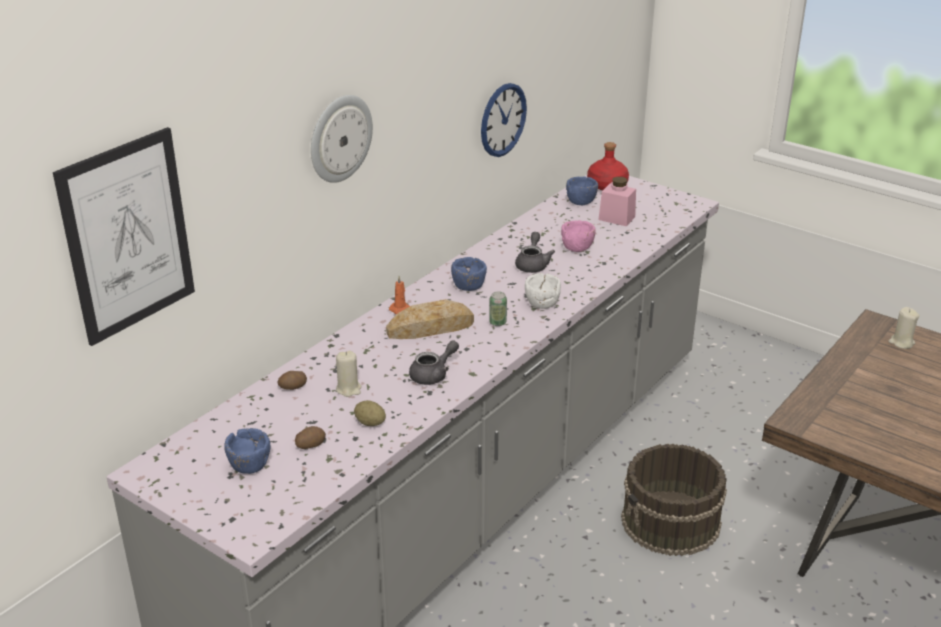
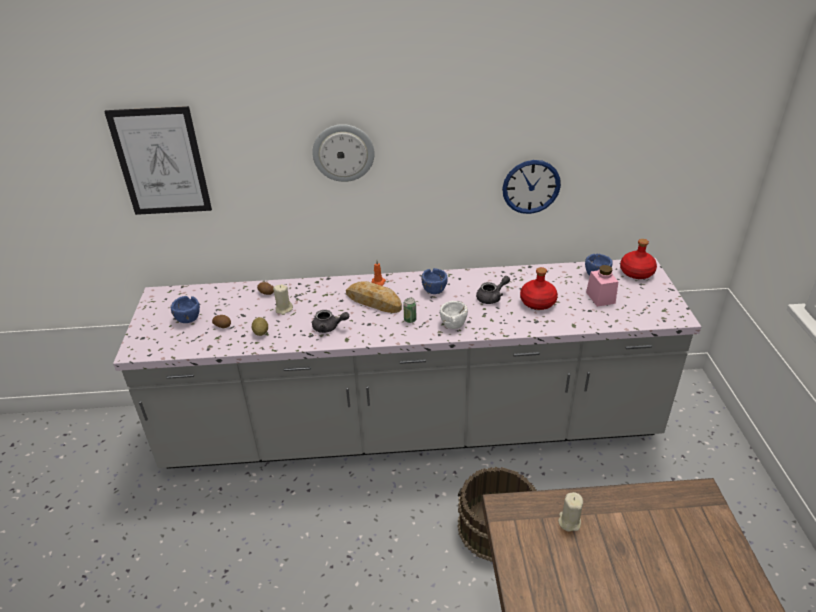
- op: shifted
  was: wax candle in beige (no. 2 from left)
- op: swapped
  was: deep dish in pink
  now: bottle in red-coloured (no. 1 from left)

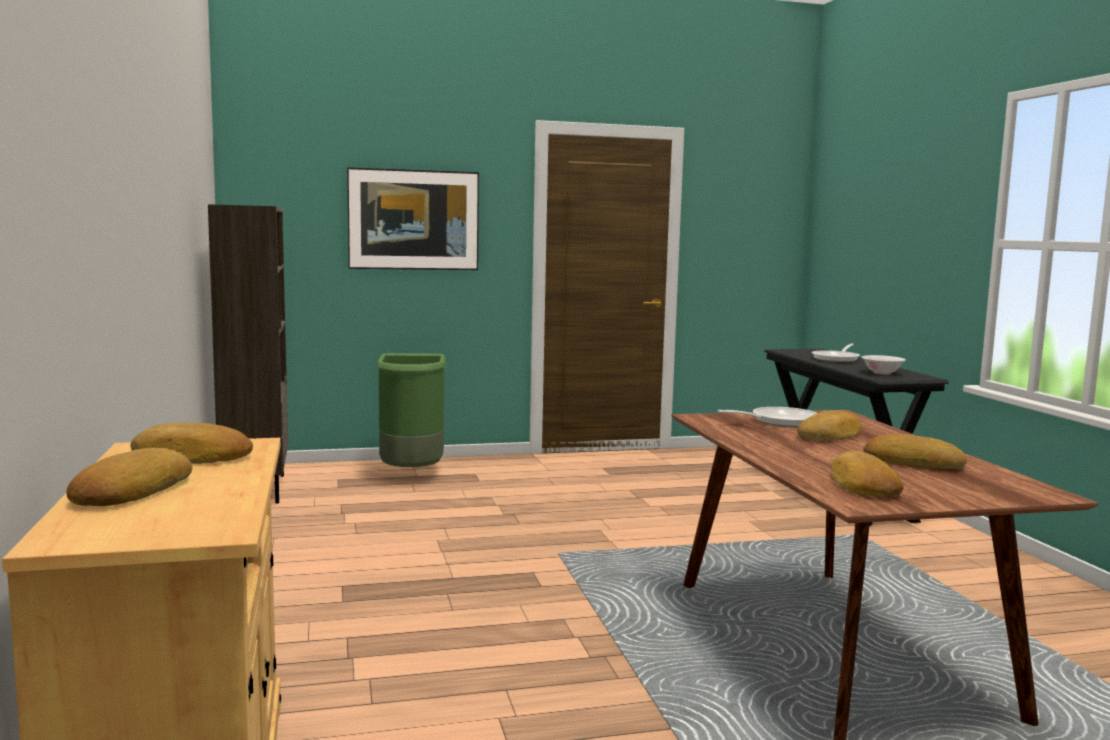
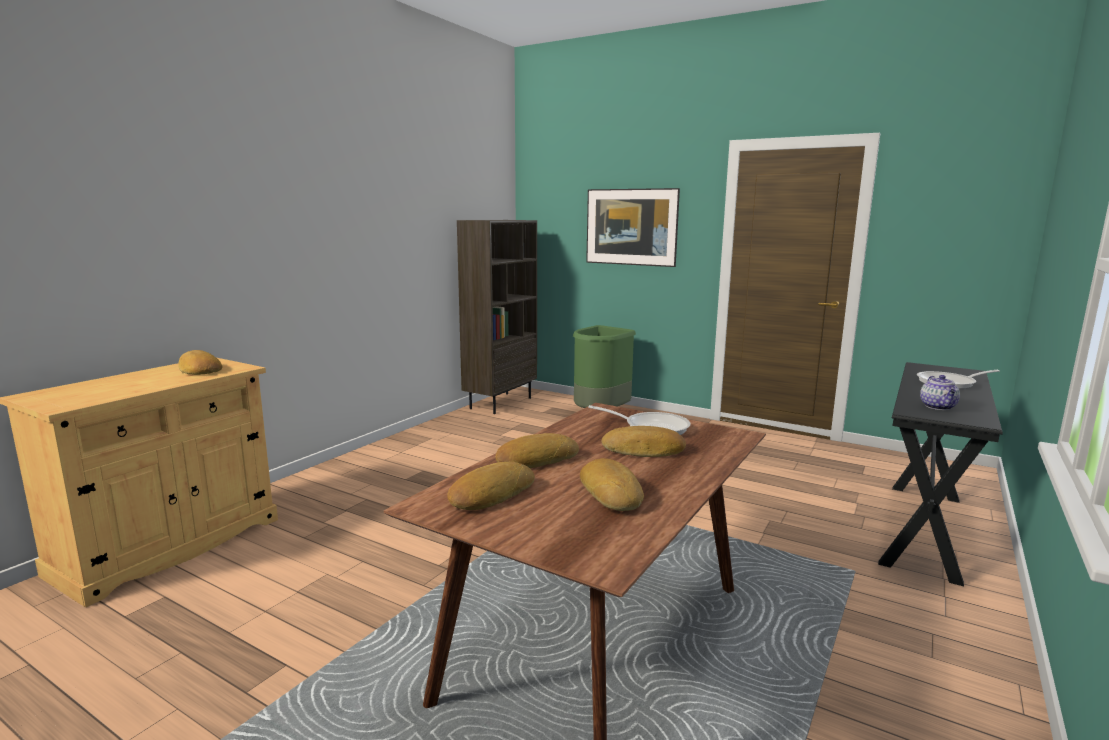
- op: shifted
  was: bread (no. 1 from left in the first image)
  now: bread (no. 3 from left)
- op: swapped
  was: deep dish in white
  now: teapot

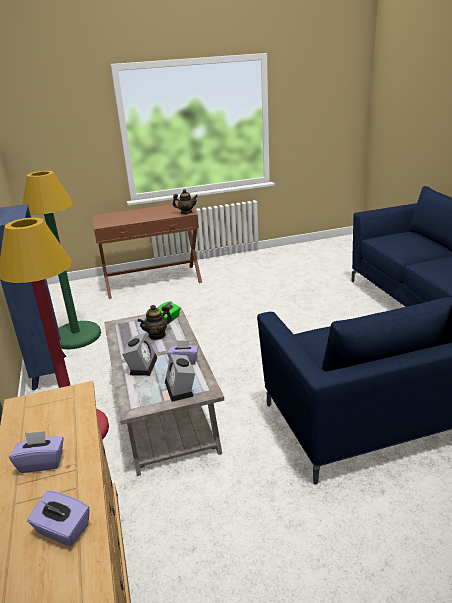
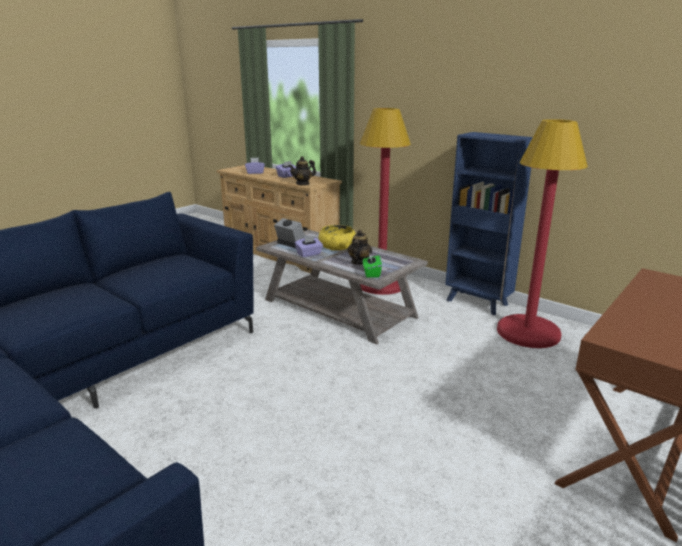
- op: shifted
  was: teapot (no. 2 from left in the first image)
  now: teapot (no. 1 from left)
- op: swapped
  was: bedside clock (no. 1 from left)
  now: deep dish in yellow-coloured
- op: repainted
  was: standard lamp in greenish
  now: standard lamp in red-coloured (no. 2 from left)

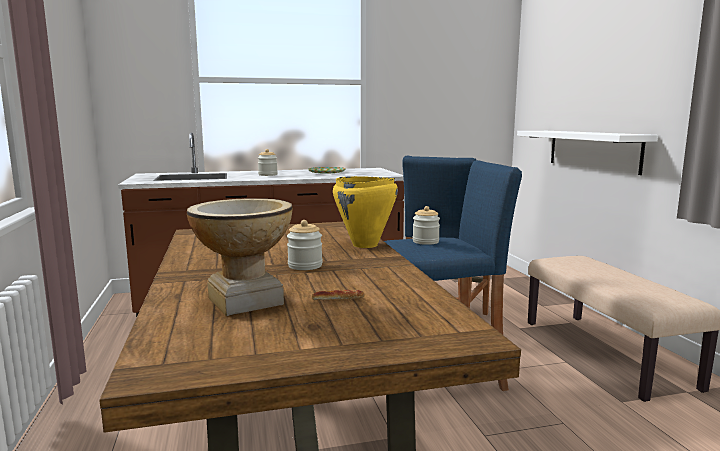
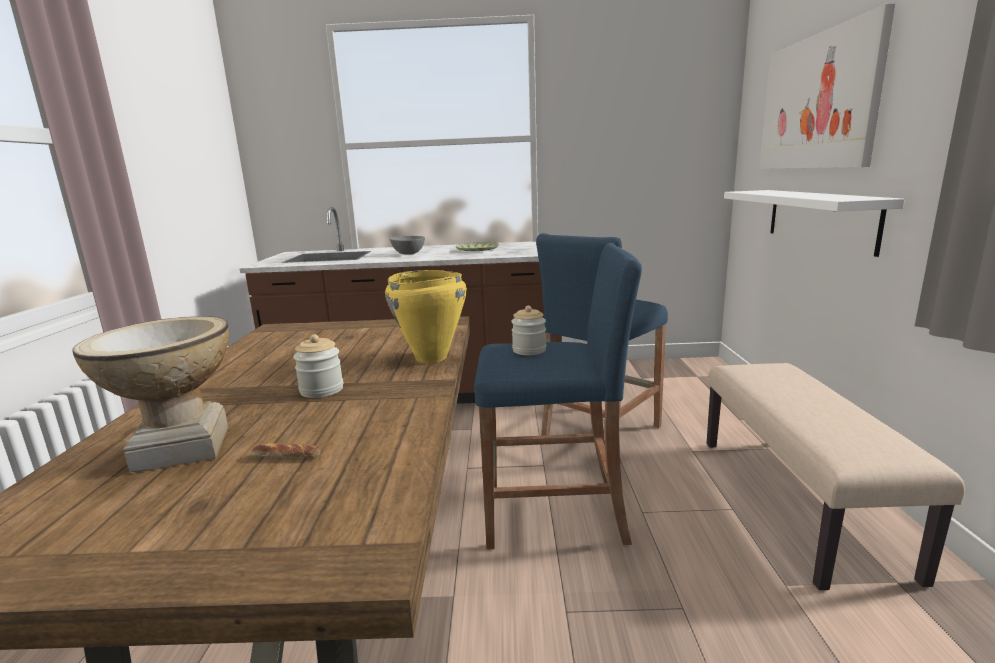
- op: new
  now: wall art
- op: swapped
  was: preserve jar (no. 1 from left)
  now: deep dish in grey

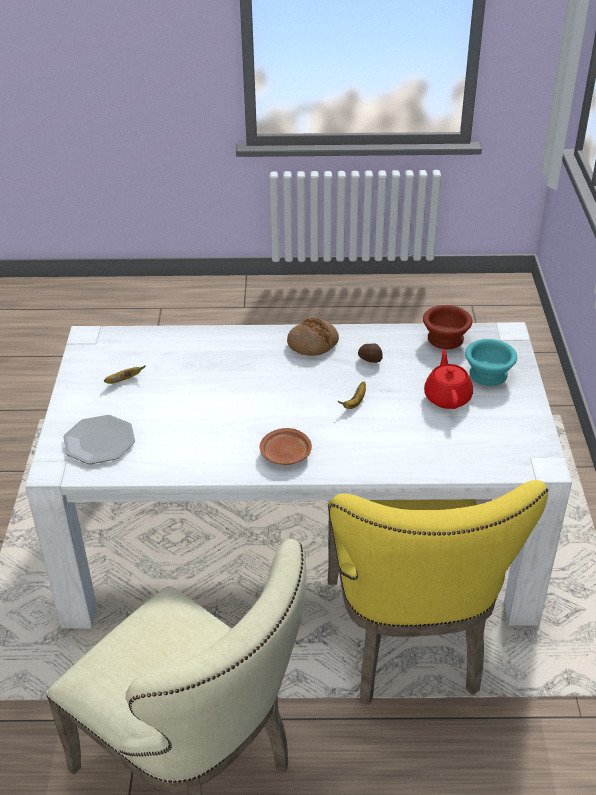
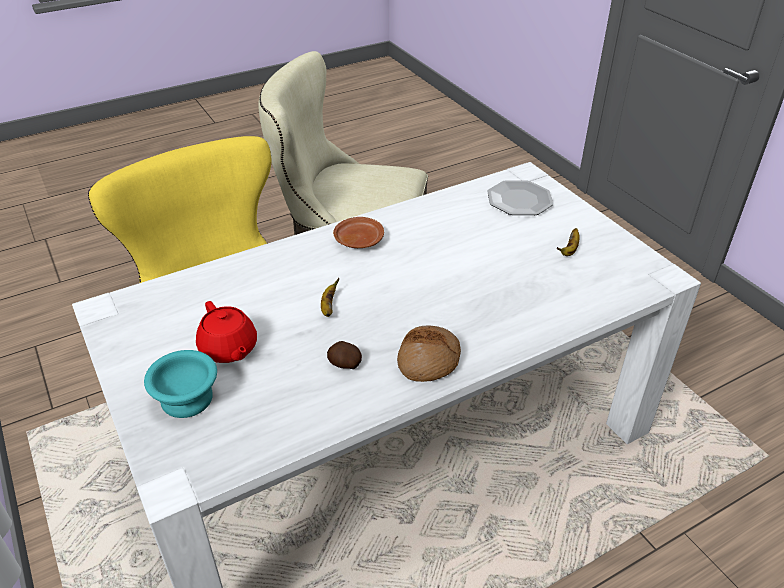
- op: gone
  was: deep dish in brown

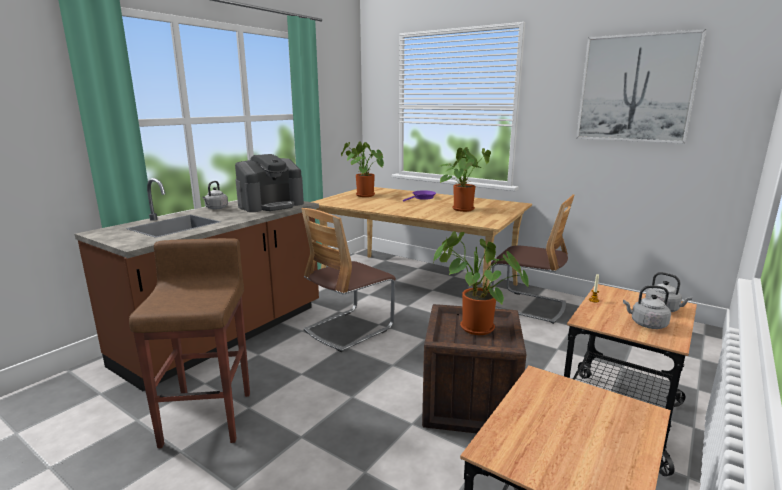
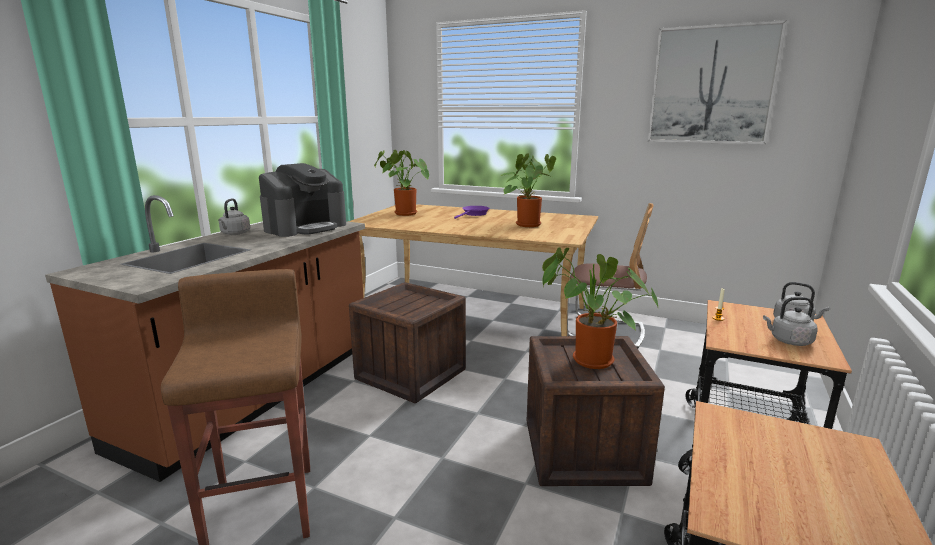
- op: swapped
  was: upright chair (no. 1 from left)
  now: crate (no. 1 from left)

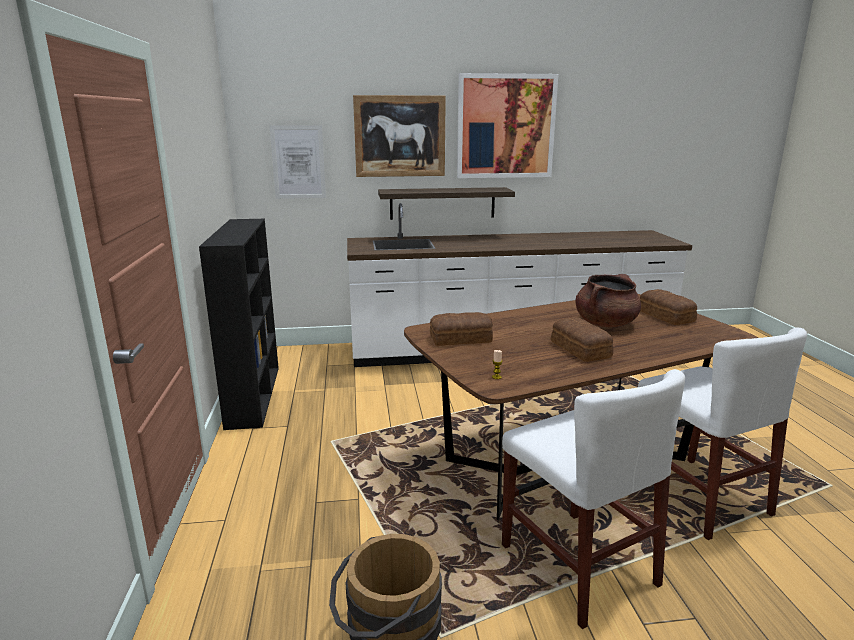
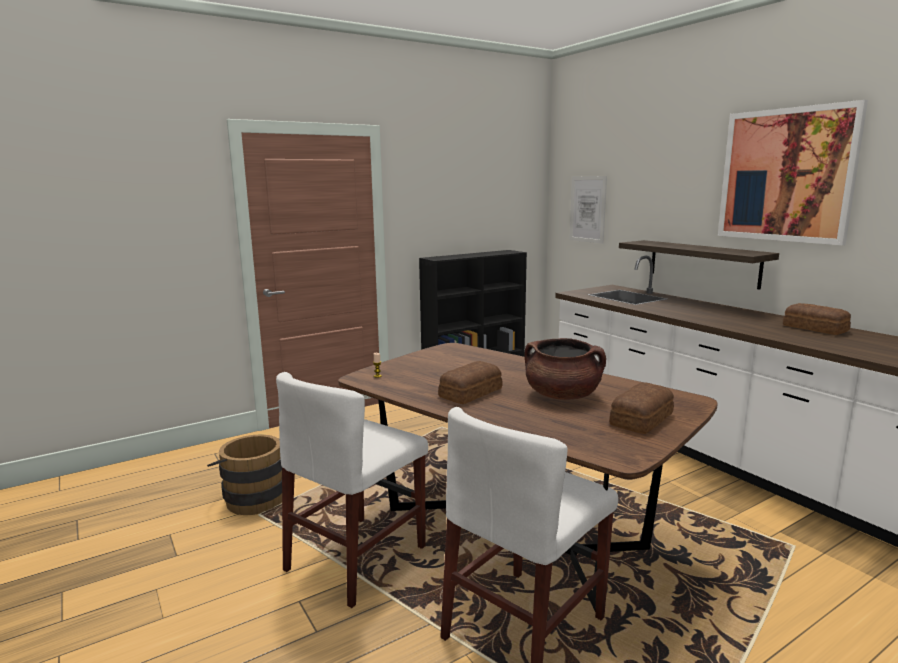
- op: gone
  was: wall art (no. 2 from left)
- op: shifted
  was: bread (no. 1 from left in the first image)
  now: bread (no. 3 from left)

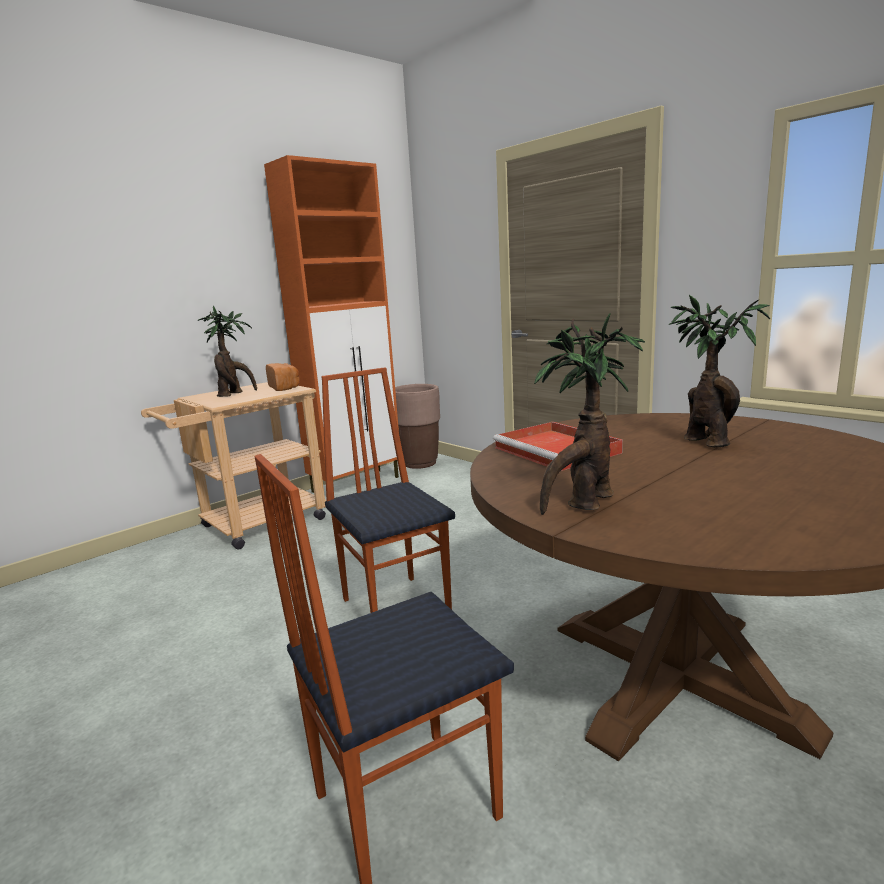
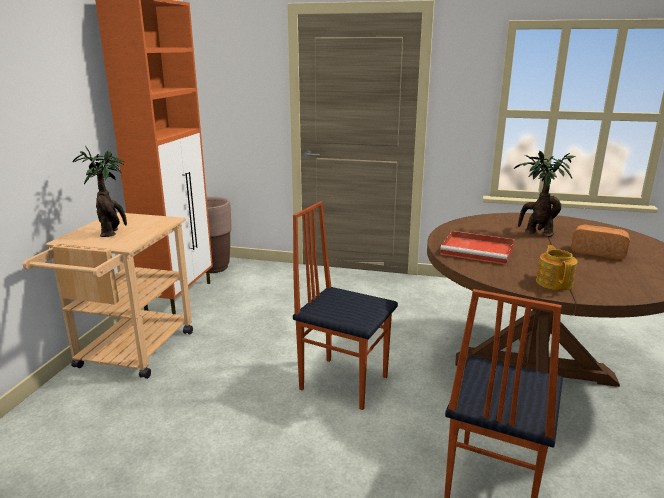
- op: shifted
  was: bread
- op: swapped
  was: potted plant (no. 2 from left)
  now: teapot

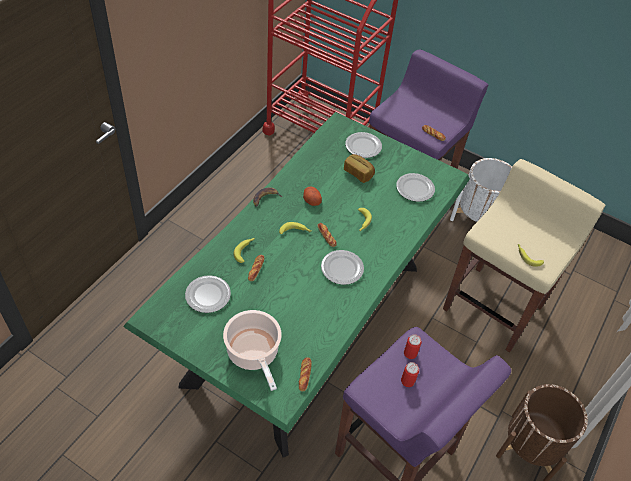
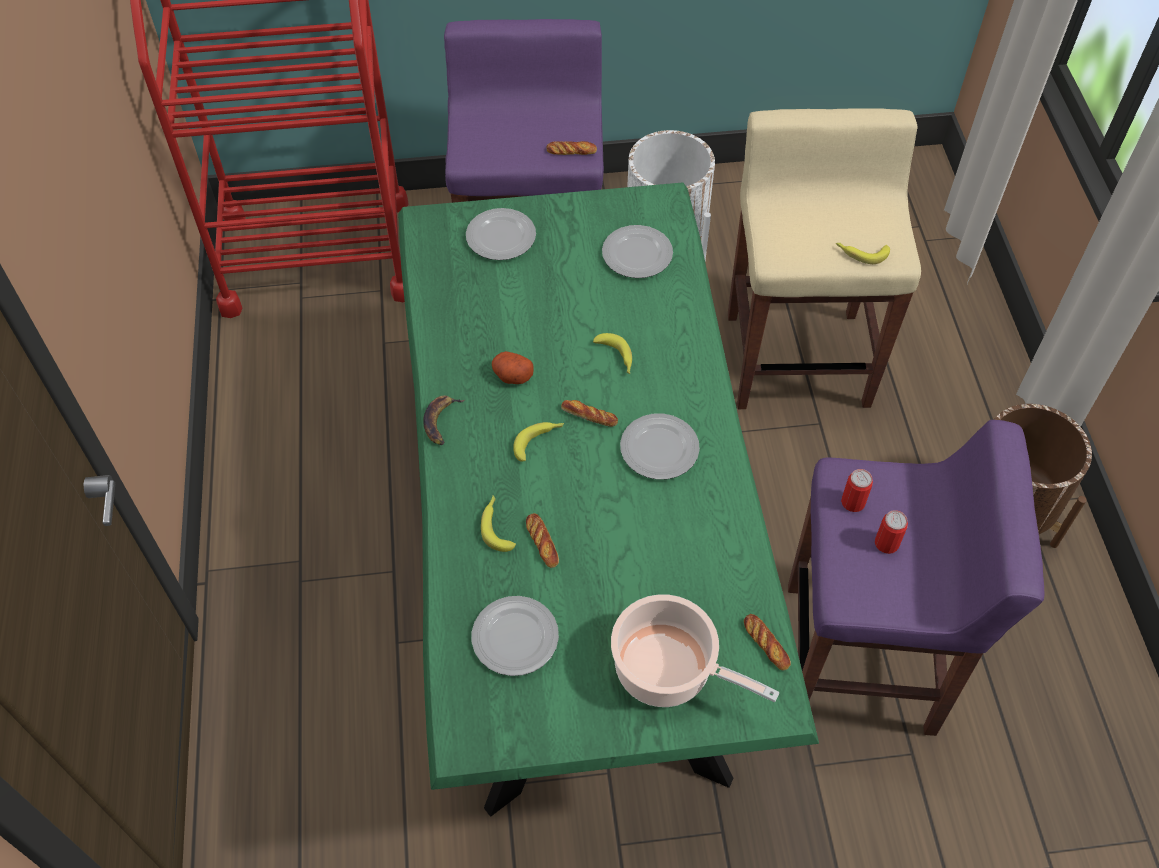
- op: gone
  was: bread (no. 4 from left)

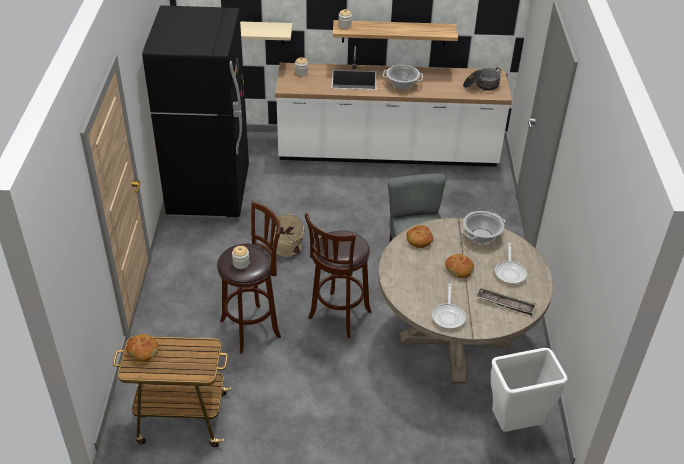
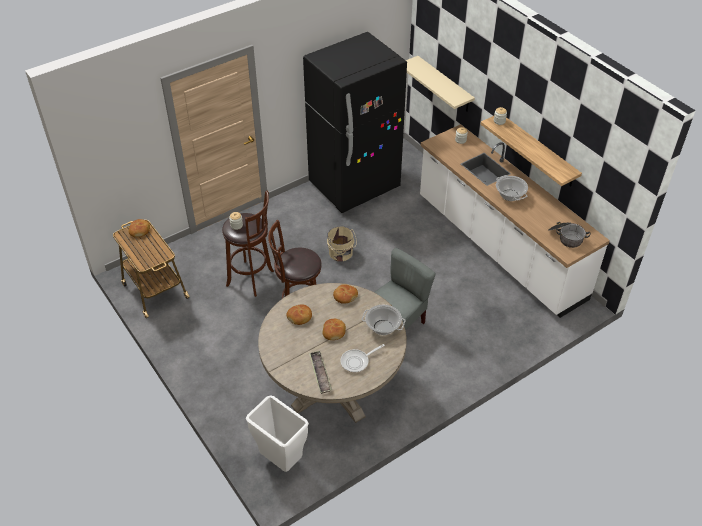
- op: gone
  was: skillet (no. 1 from left)
- op: new
  now: bread (no. 2 from left)

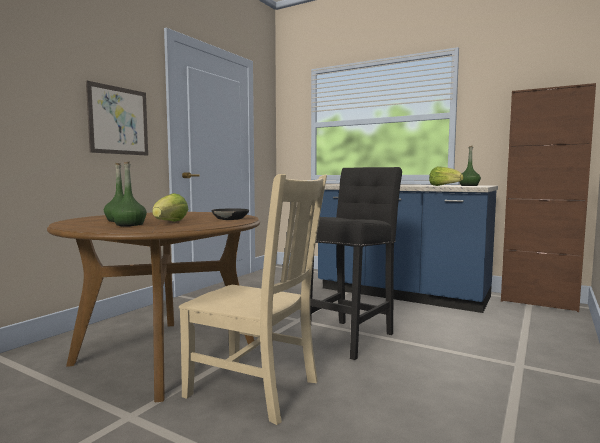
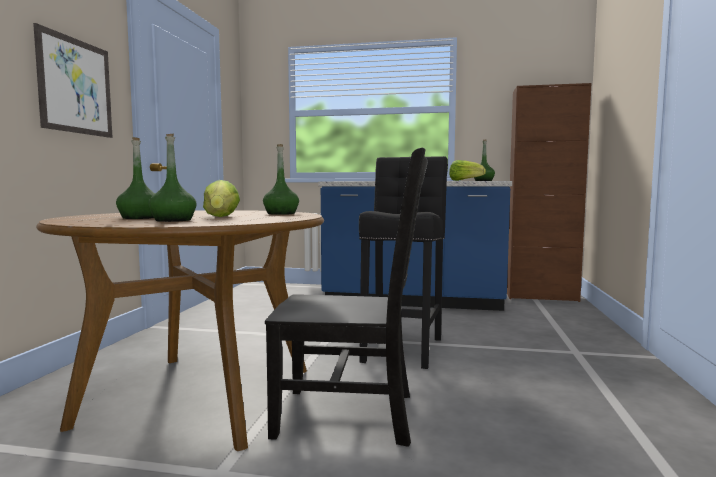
- op: swapped
  was: deep dish in blackish
  now: bottle in greenish (no. 3 from left)
- op: repainted
  was: upright chair in beige
  now: upright chair in blackish

